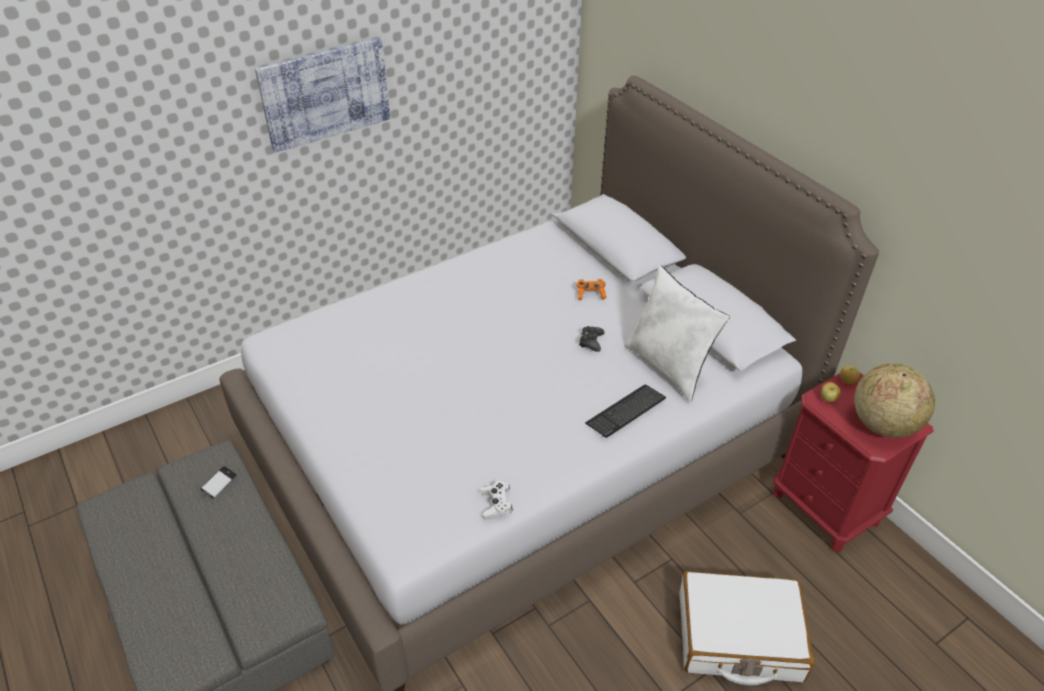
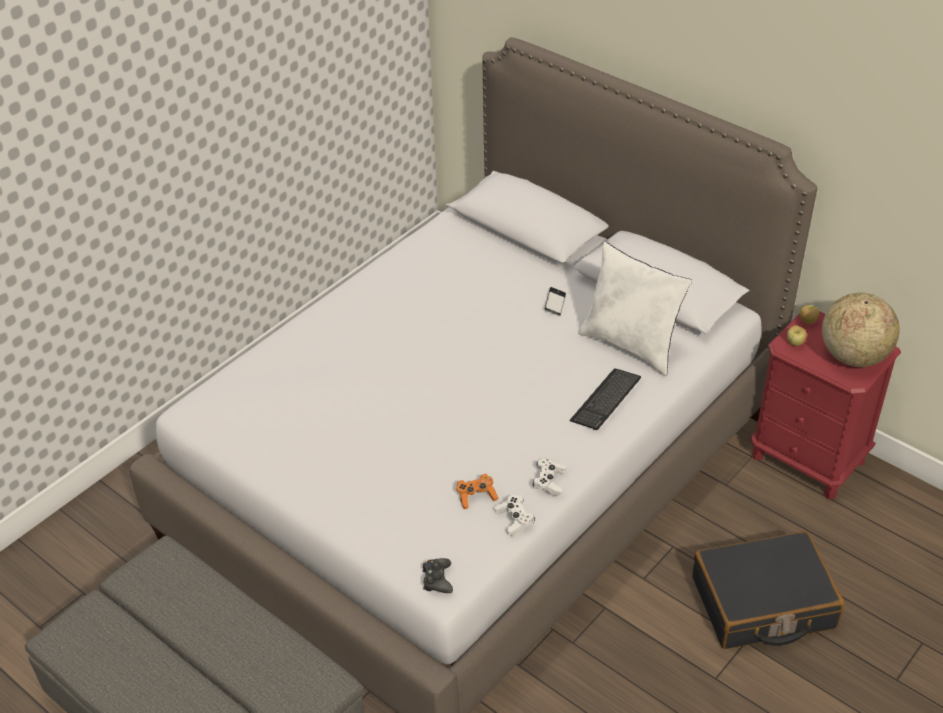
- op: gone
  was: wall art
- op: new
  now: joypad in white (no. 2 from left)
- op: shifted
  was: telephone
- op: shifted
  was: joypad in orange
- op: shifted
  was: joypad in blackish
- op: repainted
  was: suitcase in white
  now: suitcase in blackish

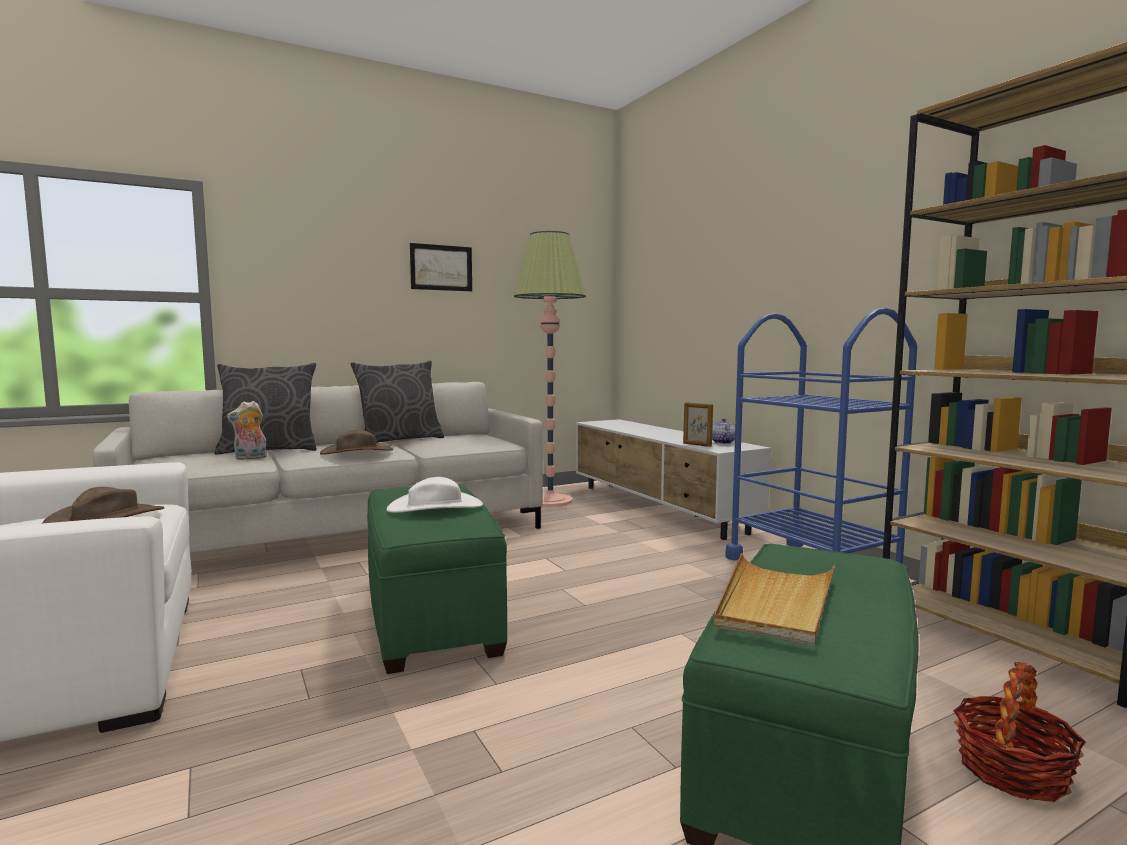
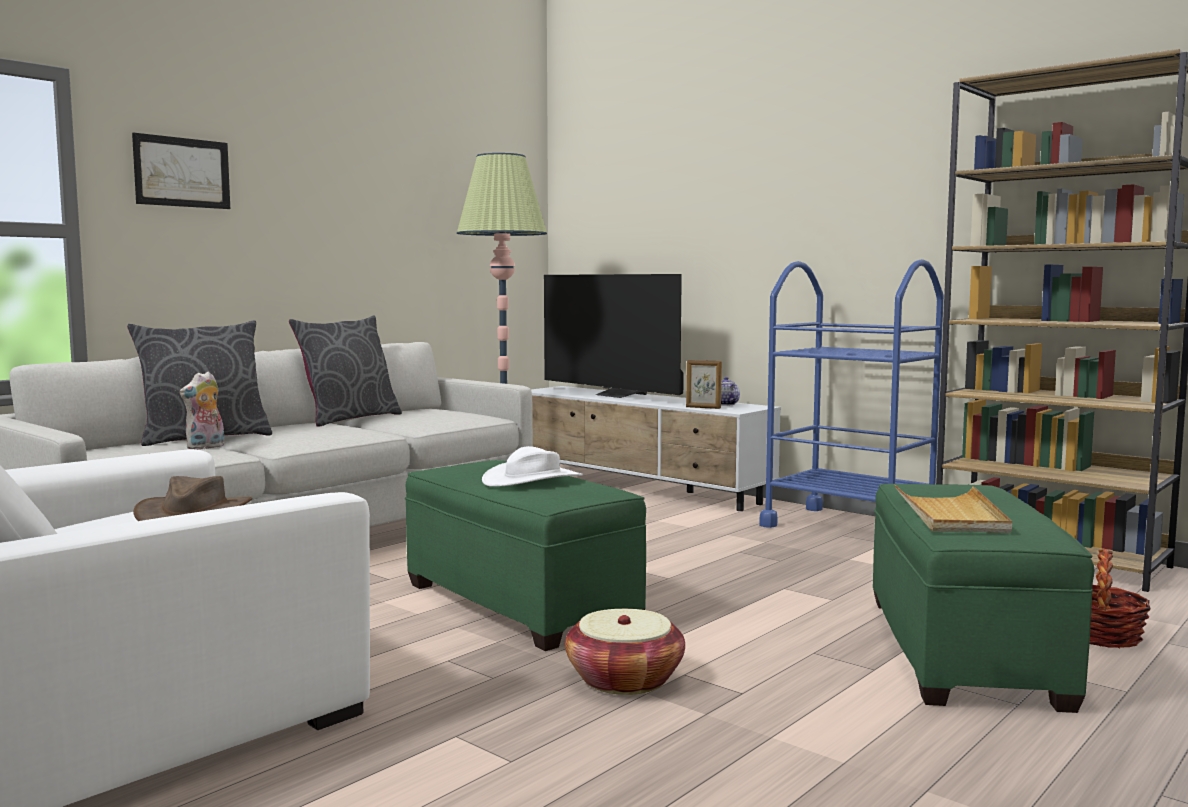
- op: gone
  was: hat in brown (no. 2 from left)
- op: new
  now: television
- op: new
  now: storage basket (no. 1 from left)
- op: shifted
  was: wall art

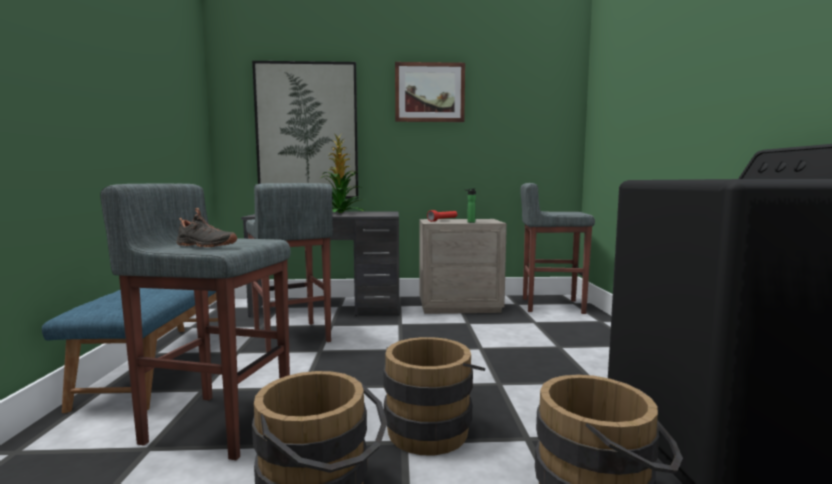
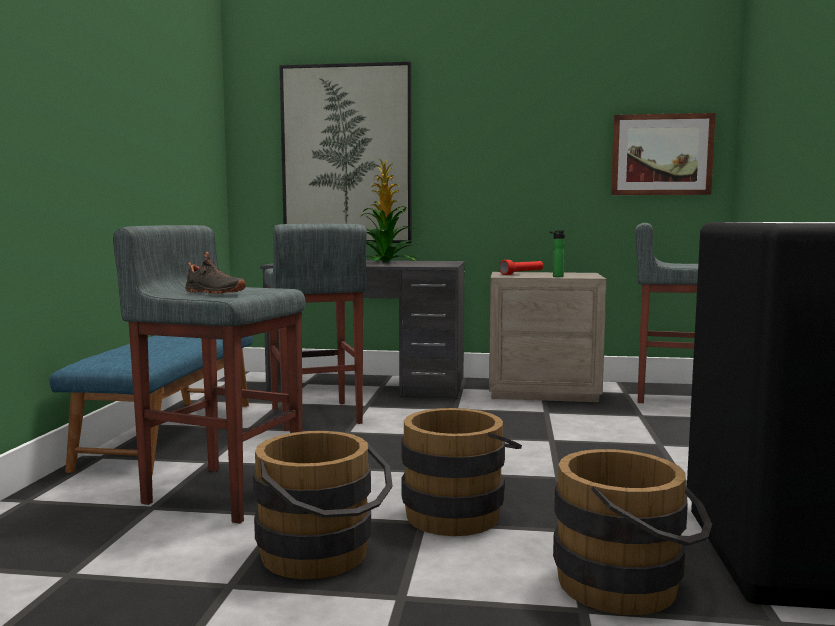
- op: shifted
  was: wall art (no. 2 from left)

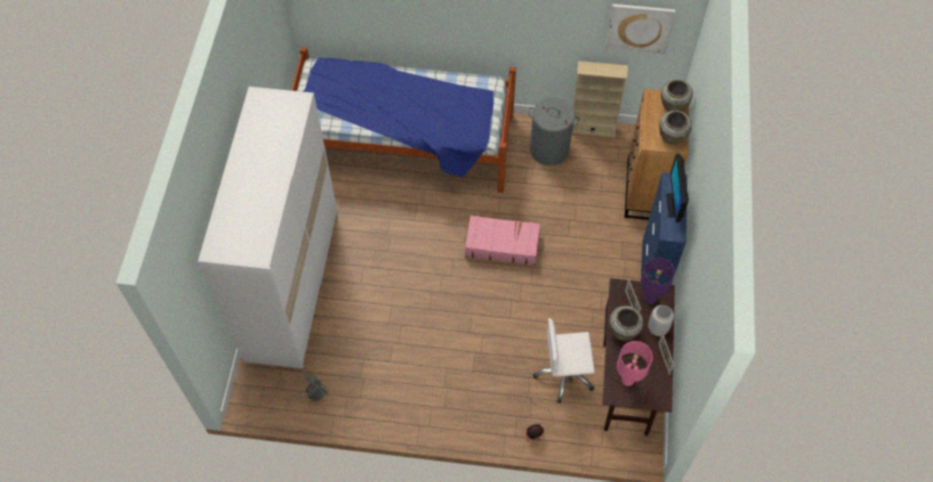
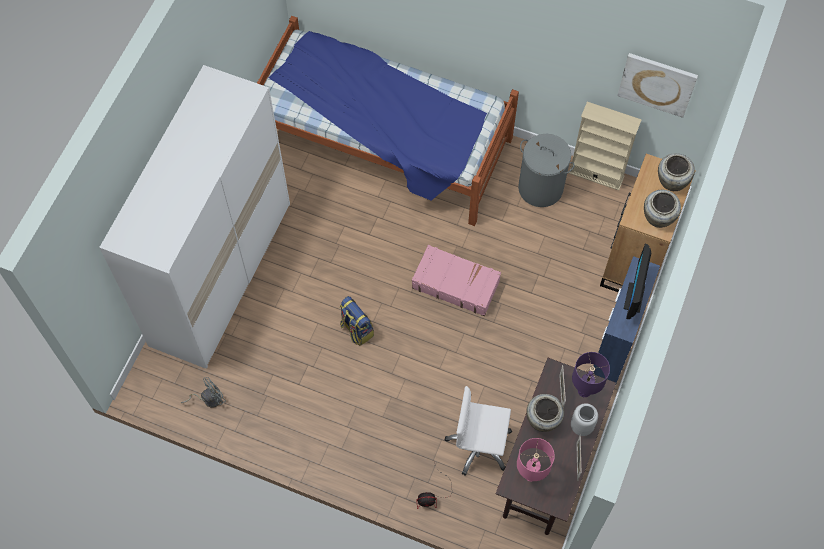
- op: new
  now: knapsack

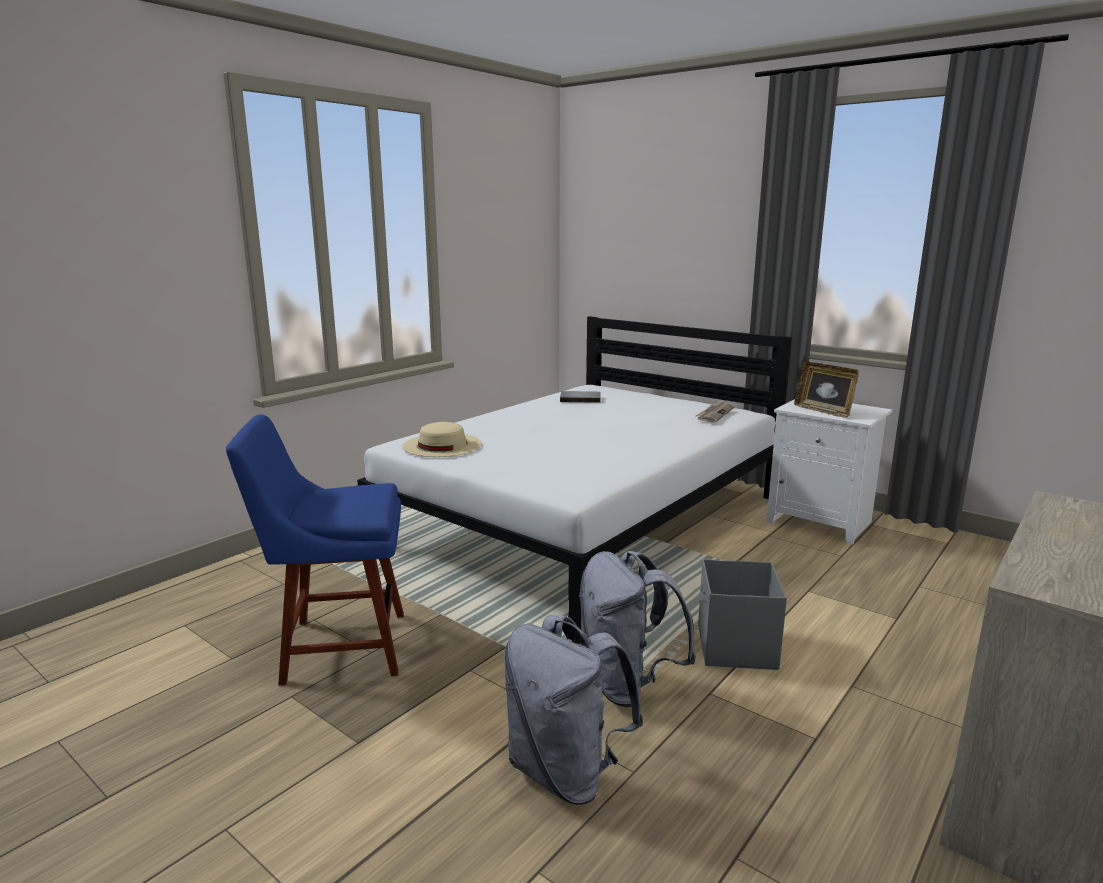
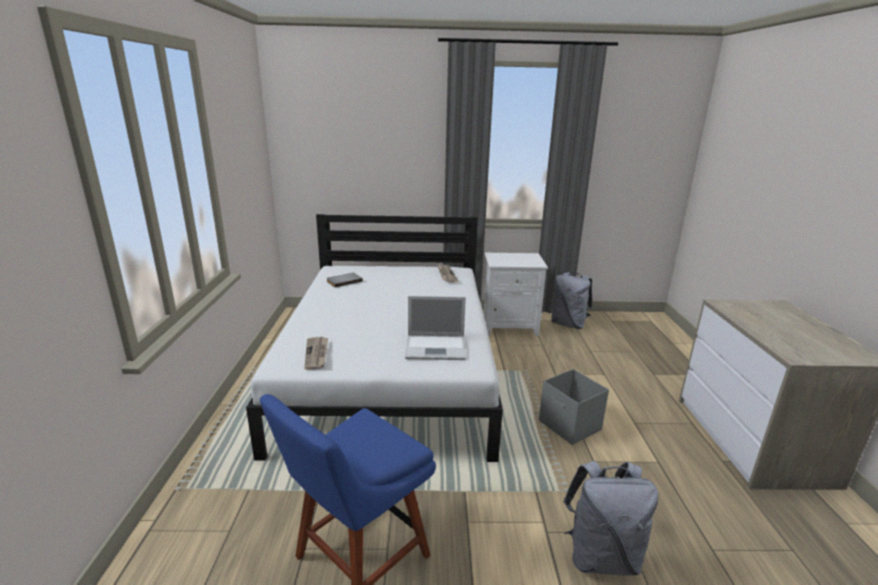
- op: gone
  was: photo frame
- op: new
  now: laptop
- op: shifted
  was: knapsack in grey (no. 2 from left in the first image)
  now: knapsack in grey (no. 1 from left)
- op: swapped
  was: hat in beige
  now: newspaper (no. 1 from left)

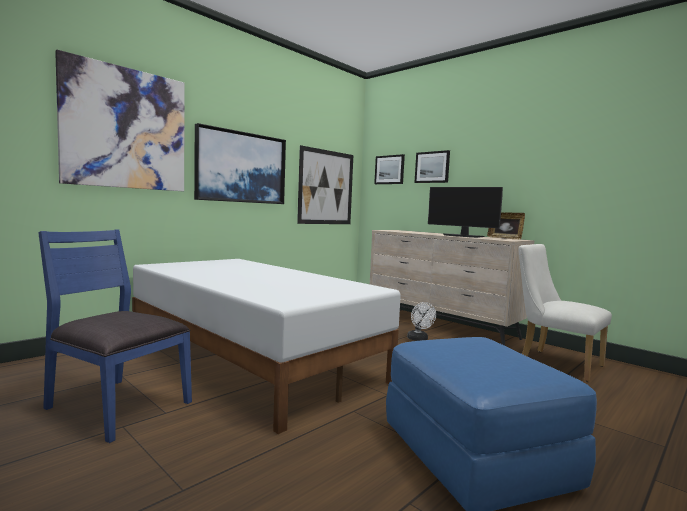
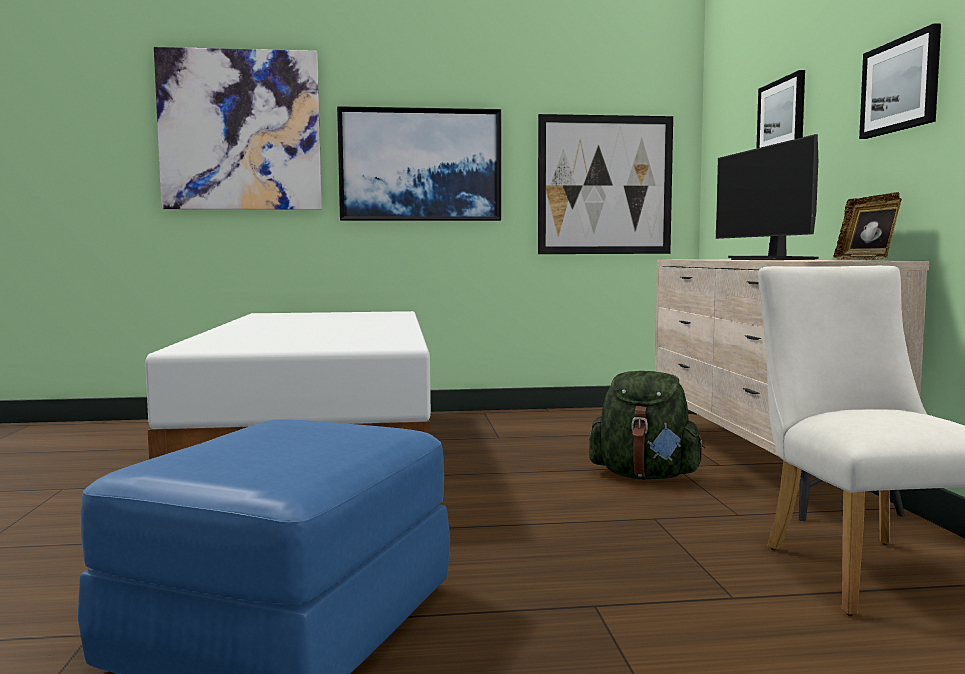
- op: gone
  was: upright chair in blue
- op: shifted
  was: wall art (no. 4 from left in the first image)
  now: wall art (no. 5 from left)
- op: swapped
  was: electric fan in white
  now: knapsack in greenish

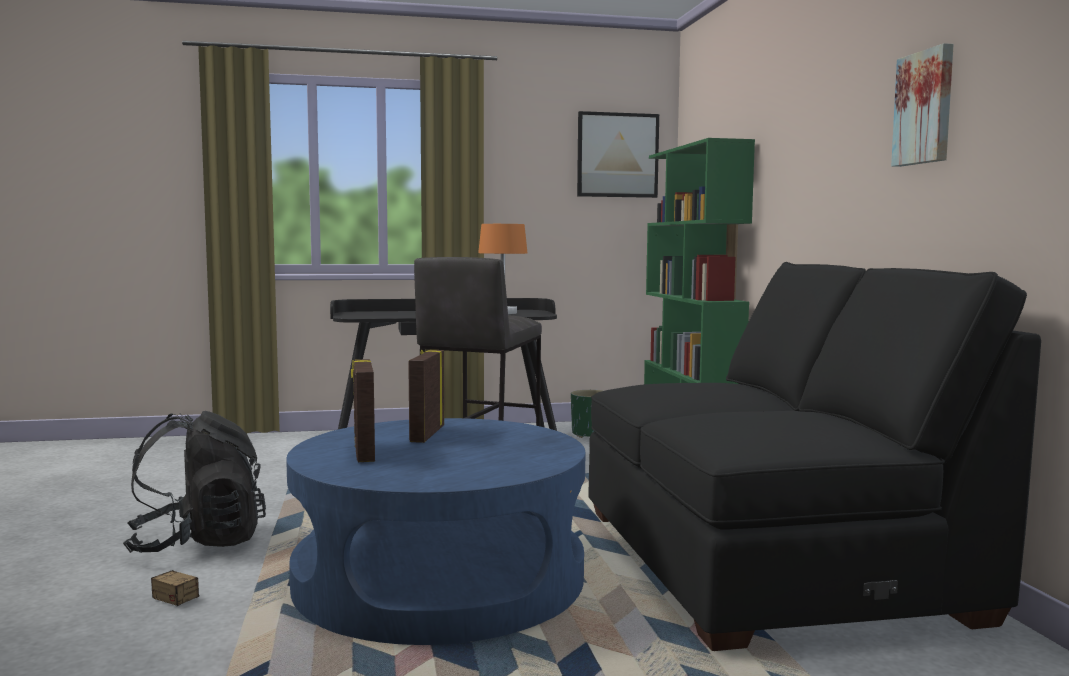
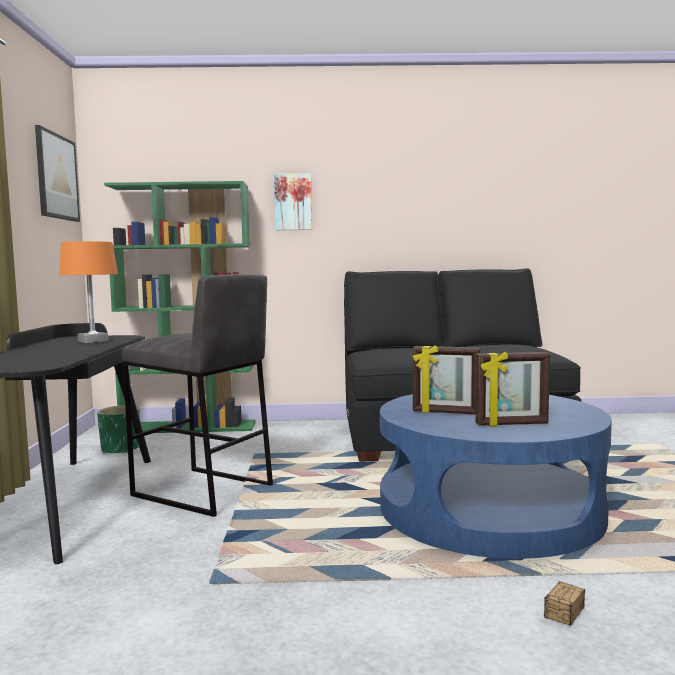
- op: gone
  was: knapsack in blackish
- op: shifted
  was: wall art (no. 2 from left)

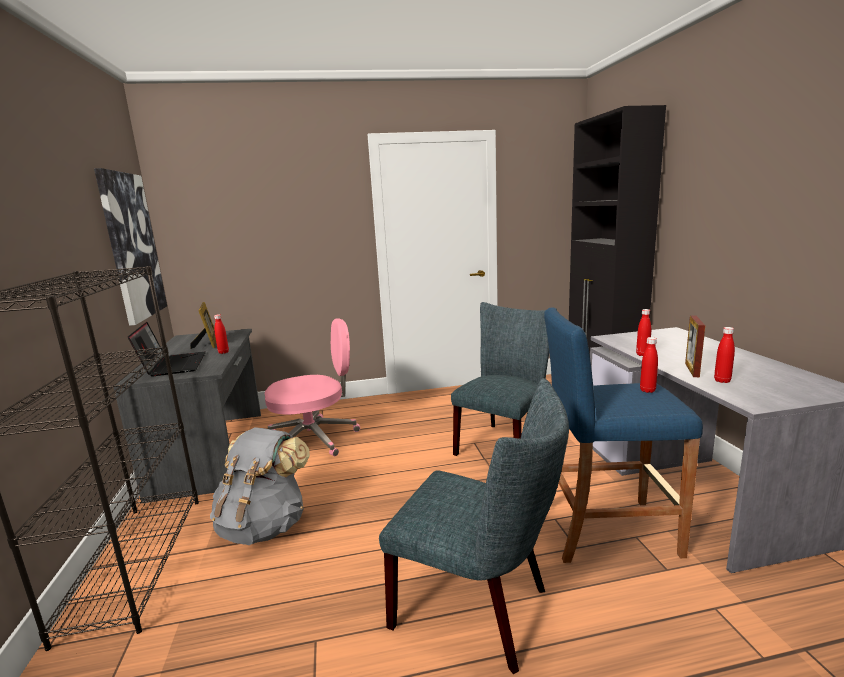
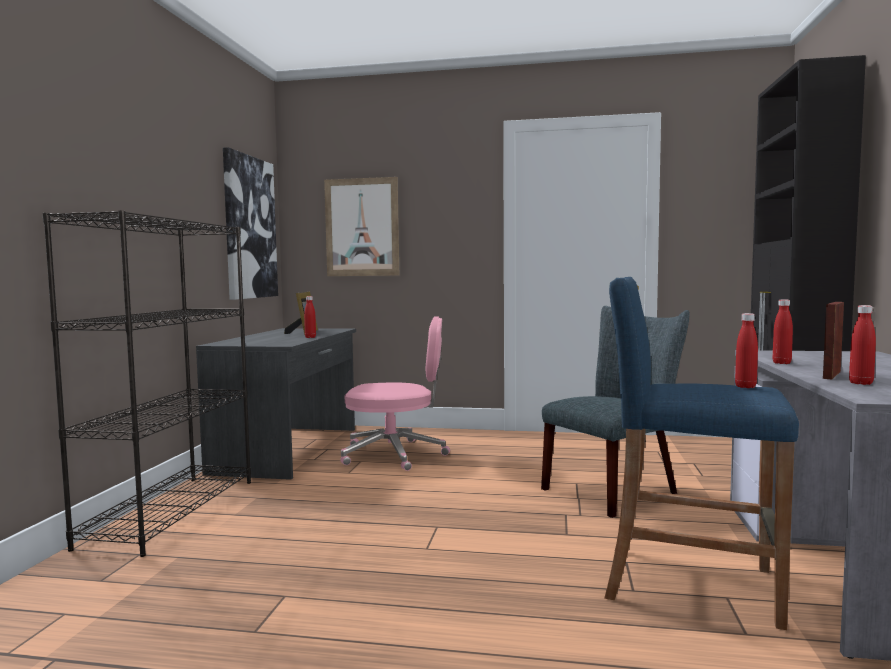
- op: gone
  was: laptop
- op: gone
  was: knapsack in grey
- op: gone
  was: upright chair in grey (no. 1 from left)
- op: new
  now: wall art (no. 2 from left)

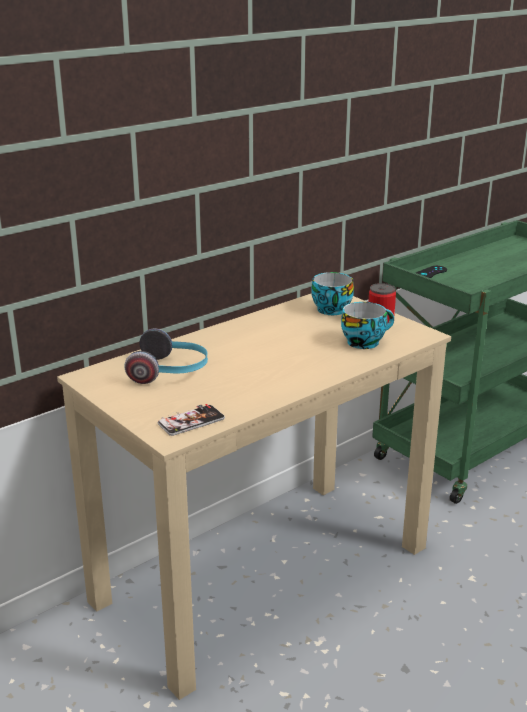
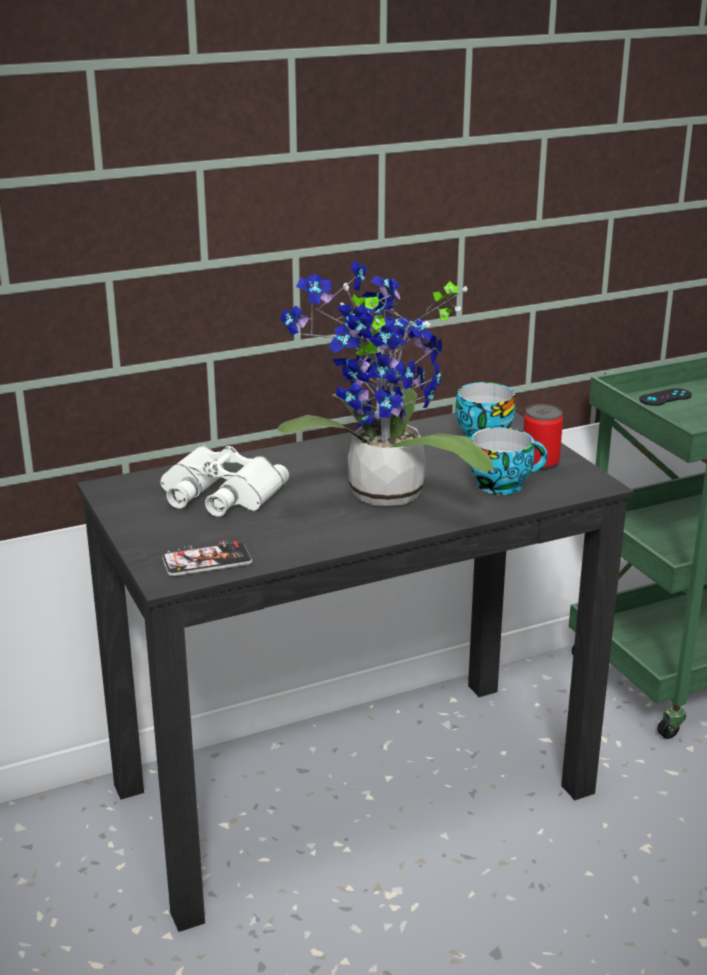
- op: new
  now: potted plant
- op: swapped
  was: pair of headphones
  now: field glasses in white
- op: repainted
  was: desk table in beige
  now: desk table in blackish

